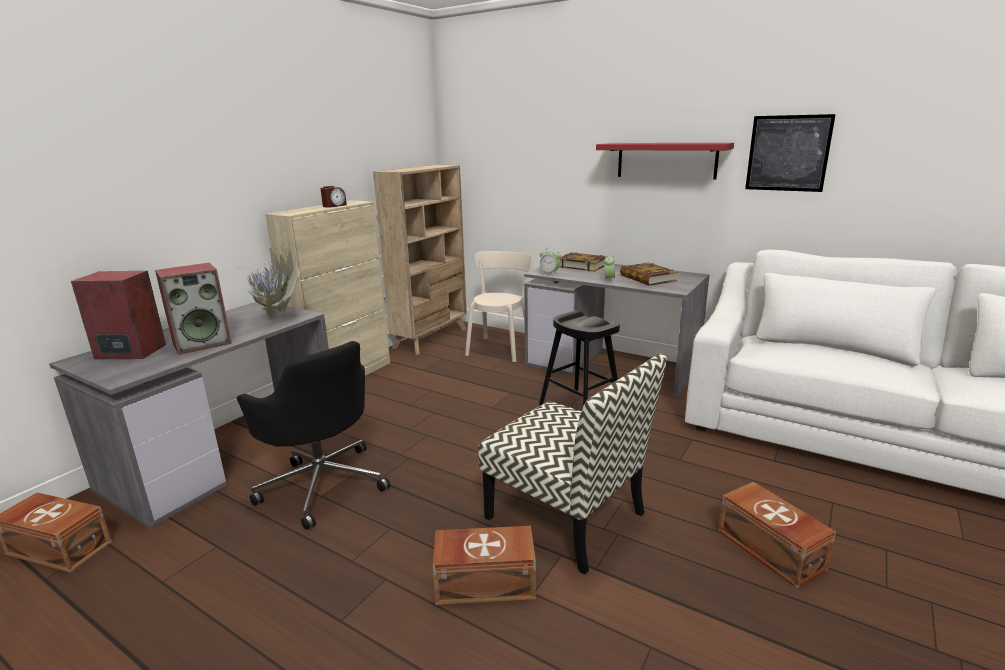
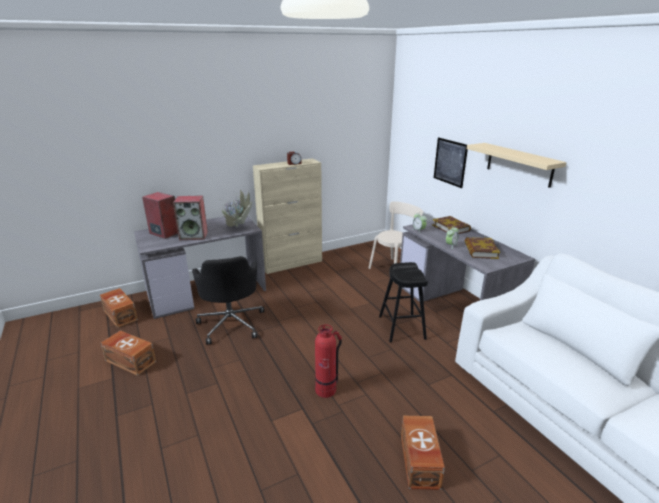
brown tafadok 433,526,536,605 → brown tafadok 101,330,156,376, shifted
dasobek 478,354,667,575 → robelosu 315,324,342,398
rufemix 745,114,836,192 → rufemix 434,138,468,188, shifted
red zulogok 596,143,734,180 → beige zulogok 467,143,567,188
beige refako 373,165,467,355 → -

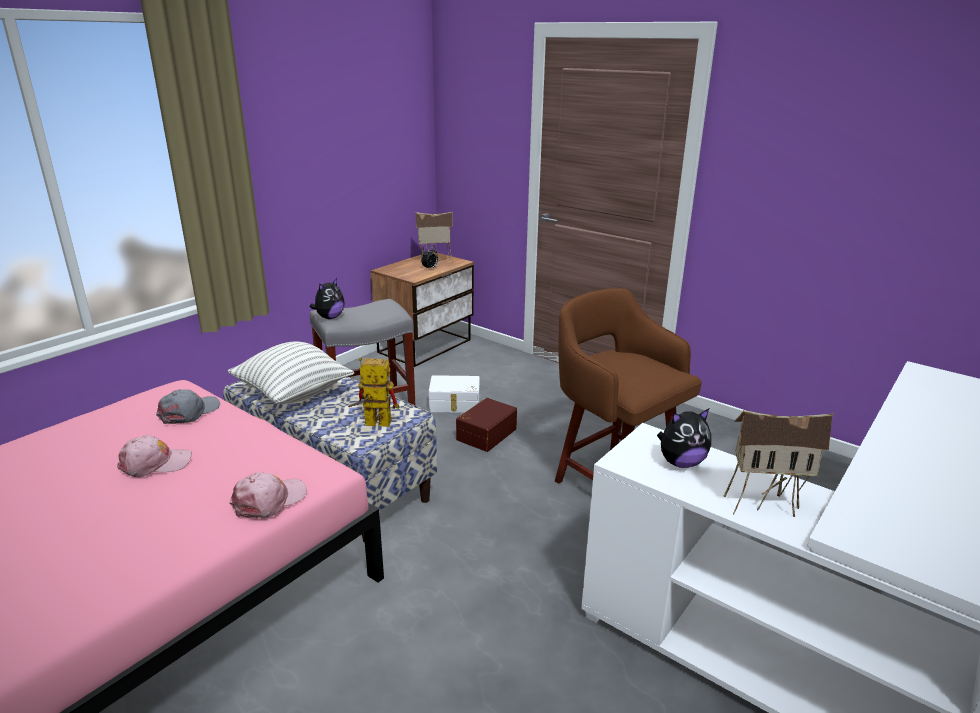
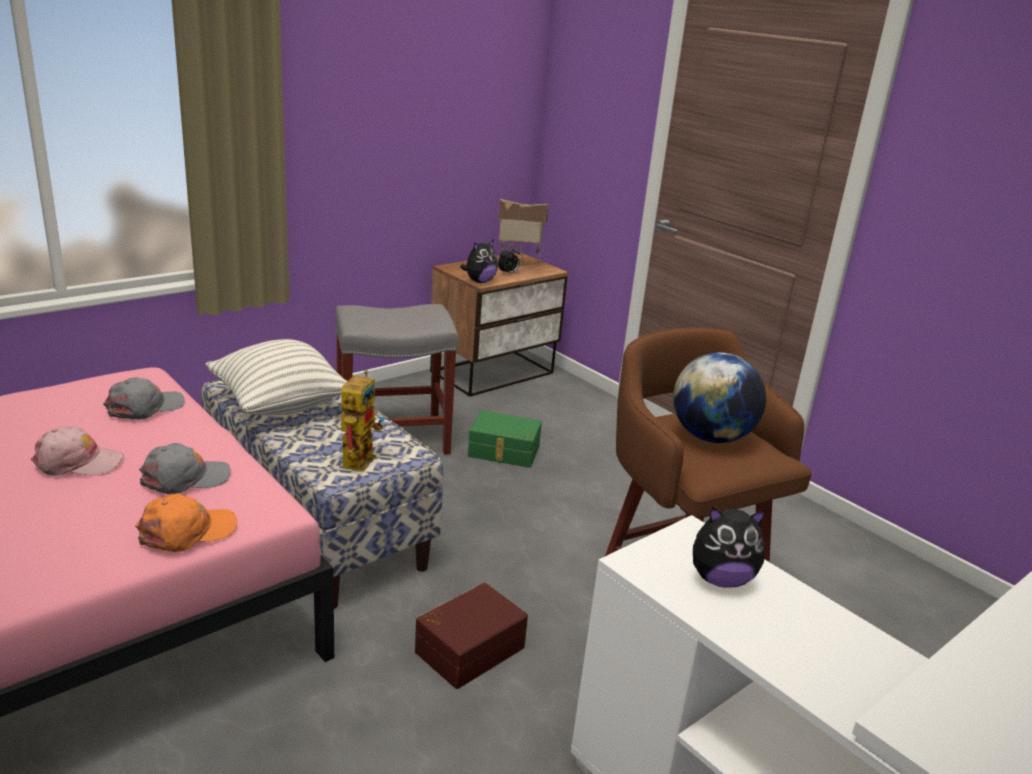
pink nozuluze 229,472,307,518 → orange nozuluze 135,493,237,552
- → grey nozuluze 139,443,231,494
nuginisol 348,357,399,427 → nuginisol 341,370,385,472, 90 degrees clockwise
brown tafadok 456,398,517,452 → brown tafadok 415,583,528,689, shifted
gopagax 310,278,345,319 → gopagax 460,239,498,283, shifted
white tafadok 429,375,480,413 → green tafadok 468,410,542,468
- → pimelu 673,352,766,443
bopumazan 724,410,834,517 → -

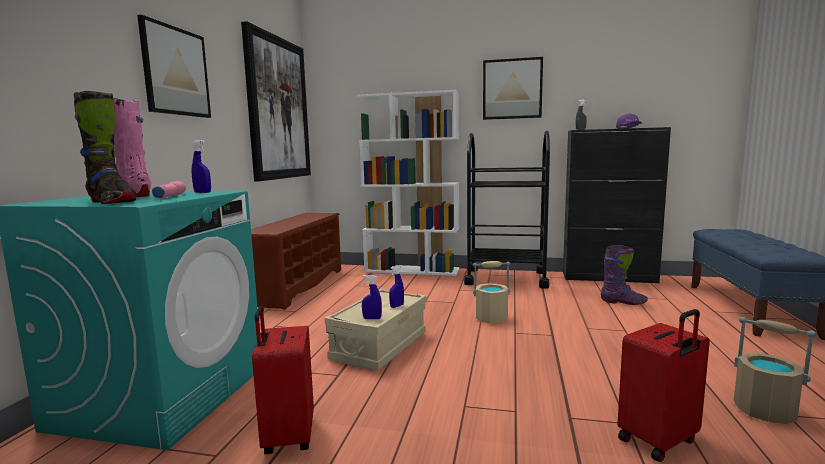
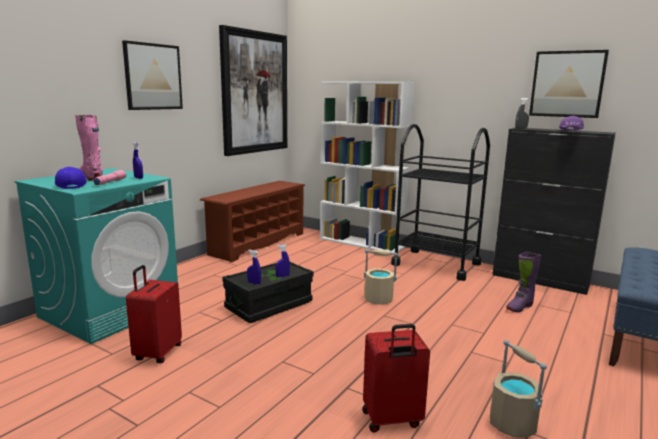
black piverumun 74,91,137,204 → blue nozuluze 55,167,87,189
beige tafadok 325,289,426,371 → black tafadok 222,262,313,323
purple piverumun 601,245,648,305 → purple piverumun 506,252,541,312, 105 degrees clockwise
rufemix 483,57,543,120 → rufemix 529,50,609,118, shifted

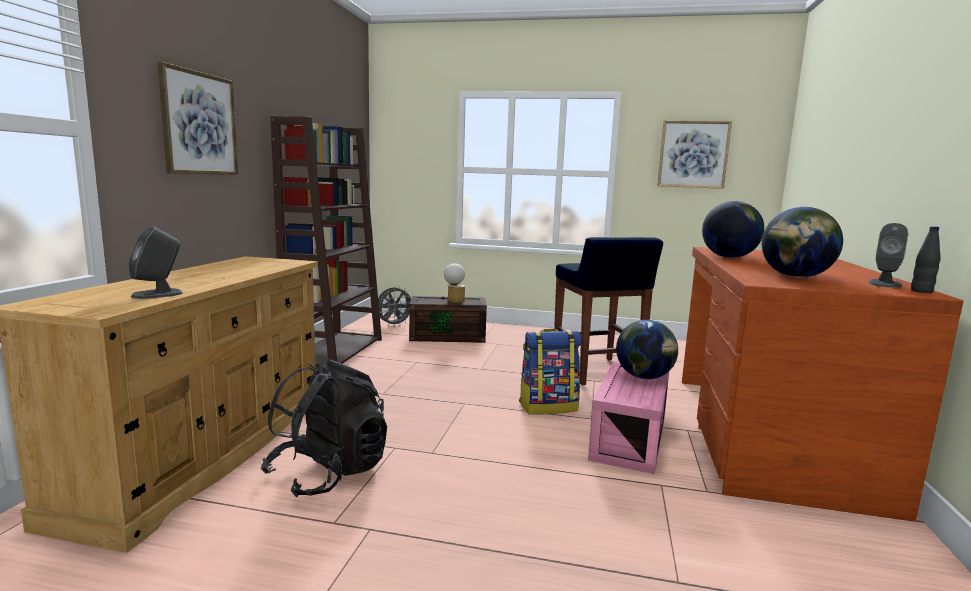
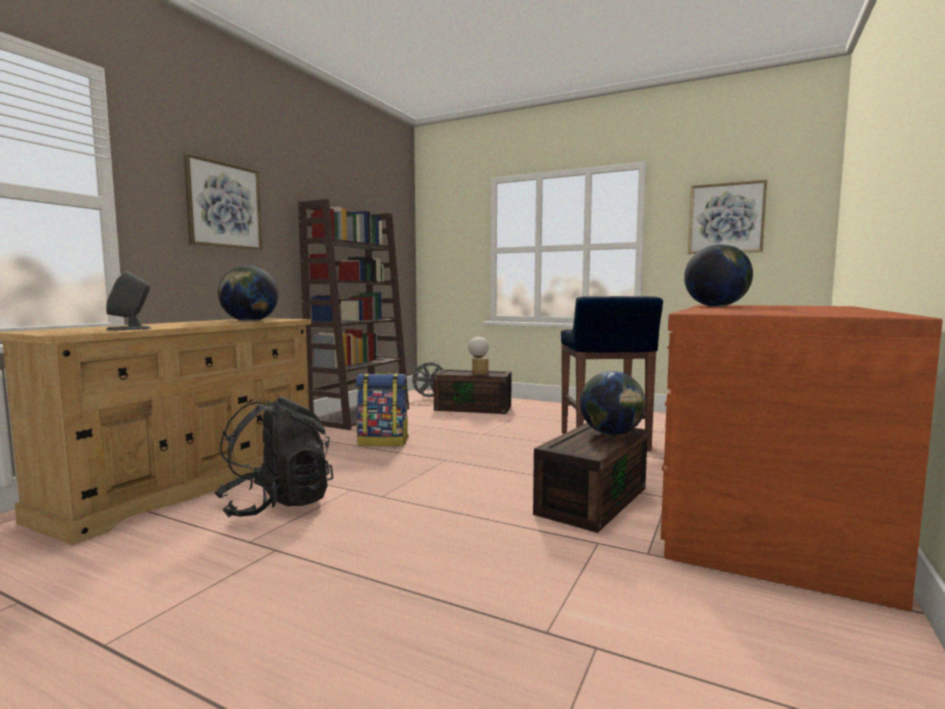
pimelu 762,207,843,278 → pimelu 218,265,278,321, shifted
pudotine 519,329,582,415 → pudotine 356,373,409,446, shifted
pink tafadok 588,362,669,474 → brown tafadok 533,423,648,533
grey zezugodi 868,223,908,288 → -
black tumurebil 911,226,941,293 → -

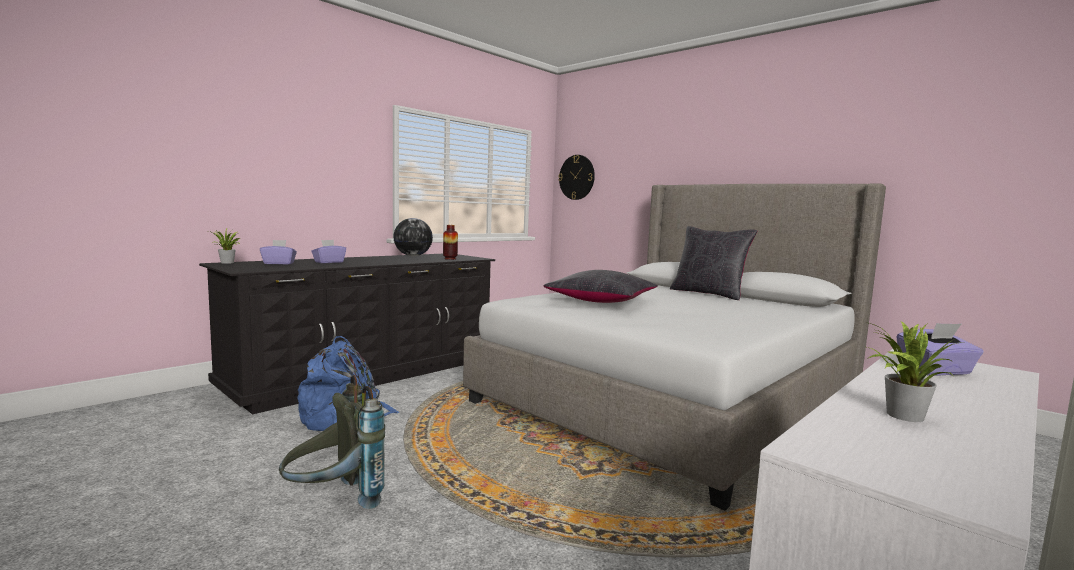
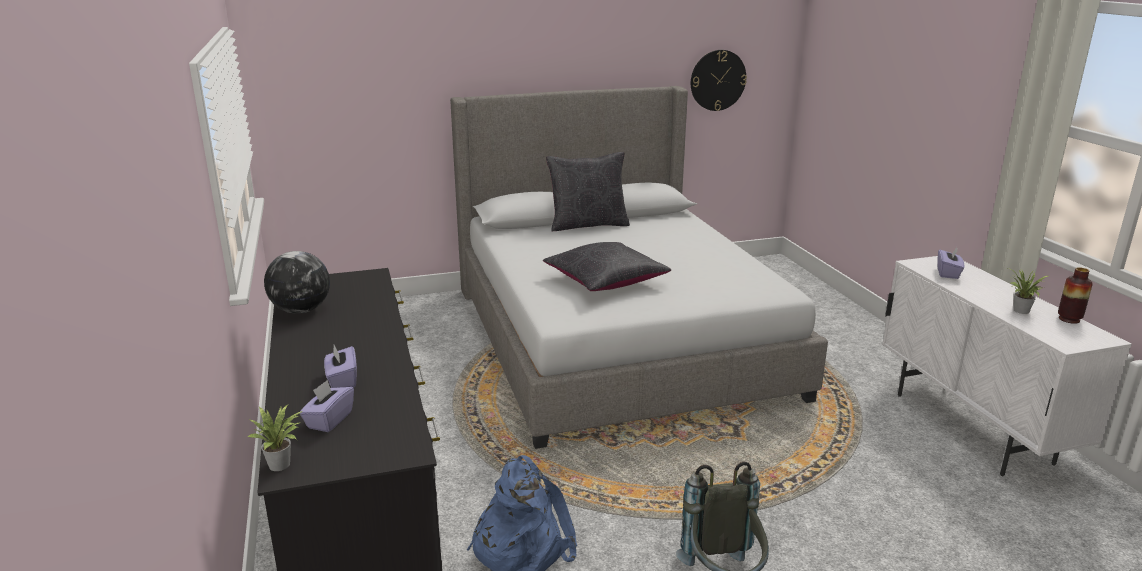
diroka 558,155,595,200 → diroka 691,50,747,111, shifted
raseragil 443,225,458,260 → raseragil 1058,267,1093,324, shifted

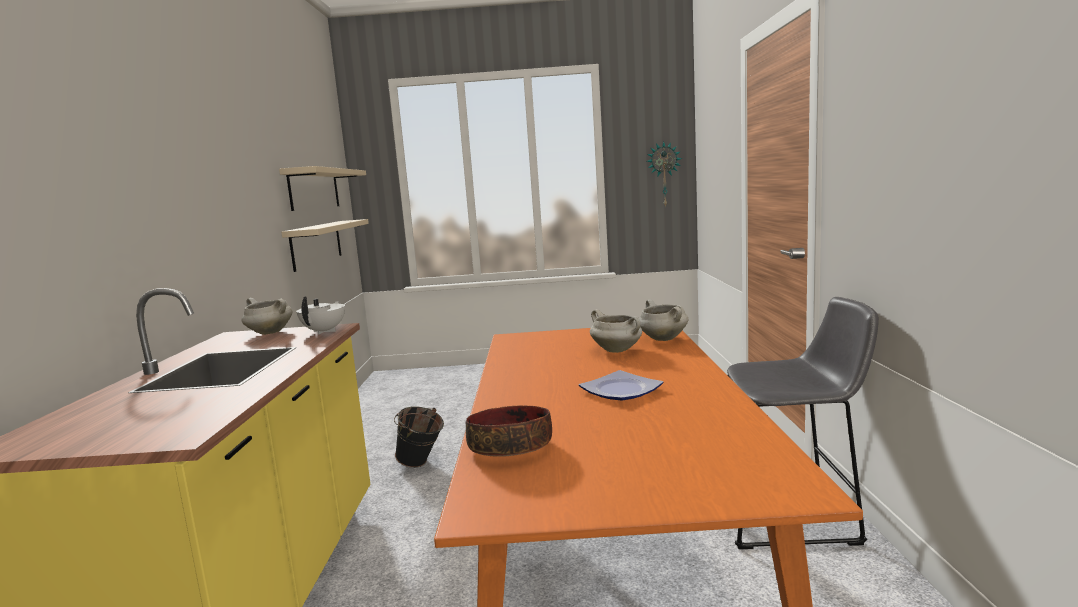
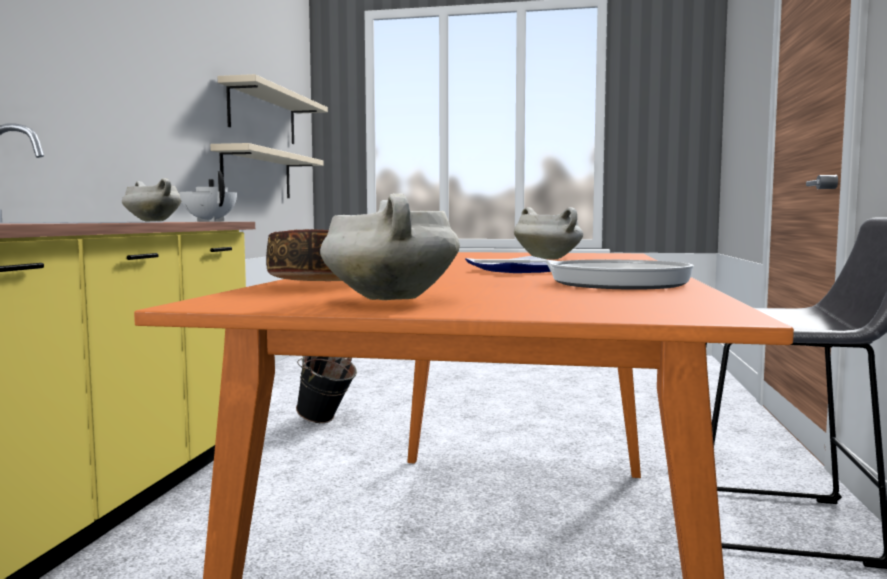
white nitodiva 296,297,345,335 → white nitodiva 180,171,237,221, 60 degrees counterclockwise
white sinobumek 639,299,689,341 → white sinobumek 320,193,460,300, shifted
- → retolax 474,259,694,290
diroka 647,142,682,208 → -

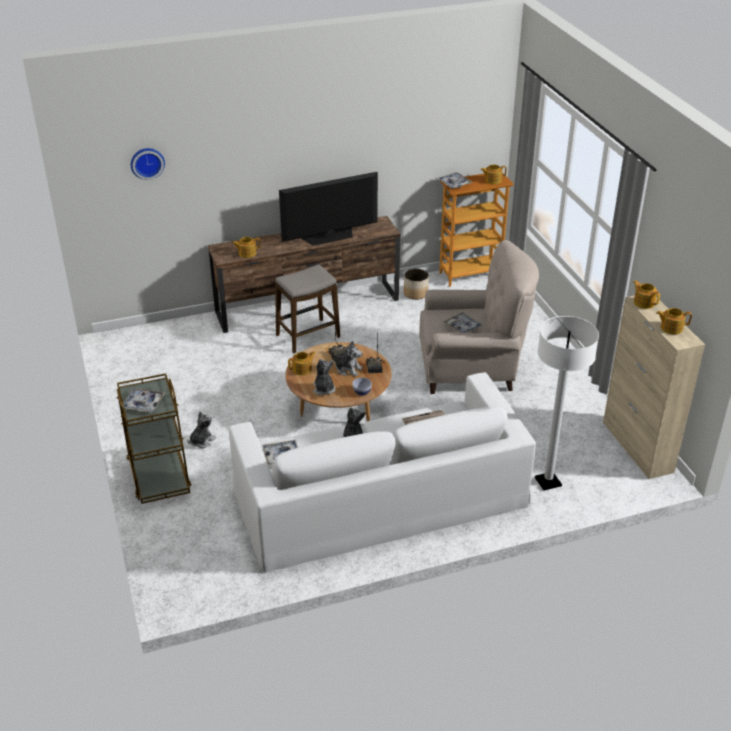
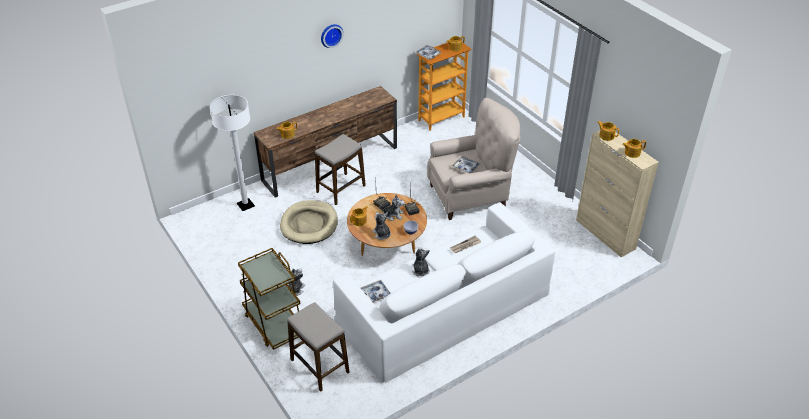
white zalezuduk 535,316,599,491 → white zalezuduk 210,95,255,211, shifted
- → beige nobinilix 280,200,338,244
- → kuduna 287,302,350,392
diroka 131,148,165,180 → diroka 321,24,344,48, shifted
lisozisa 123,388,165,413 → -
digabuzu 279,172,378,246 → -
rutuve 404,269,429,300 → -

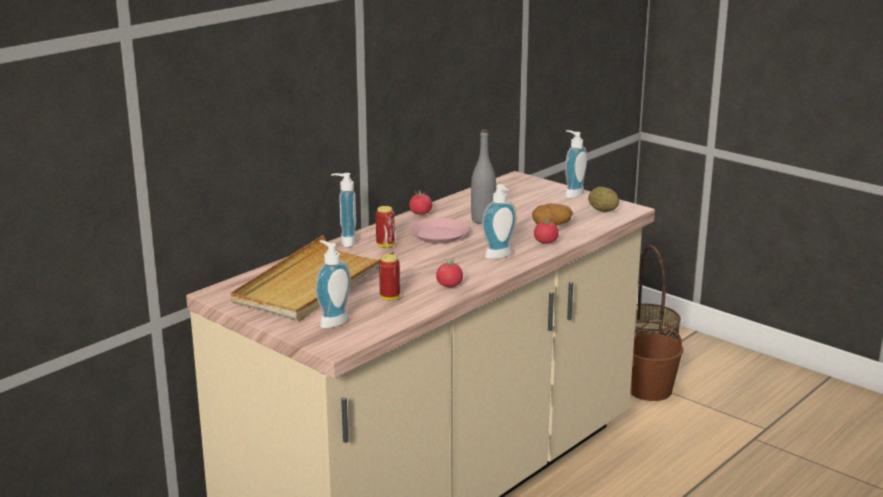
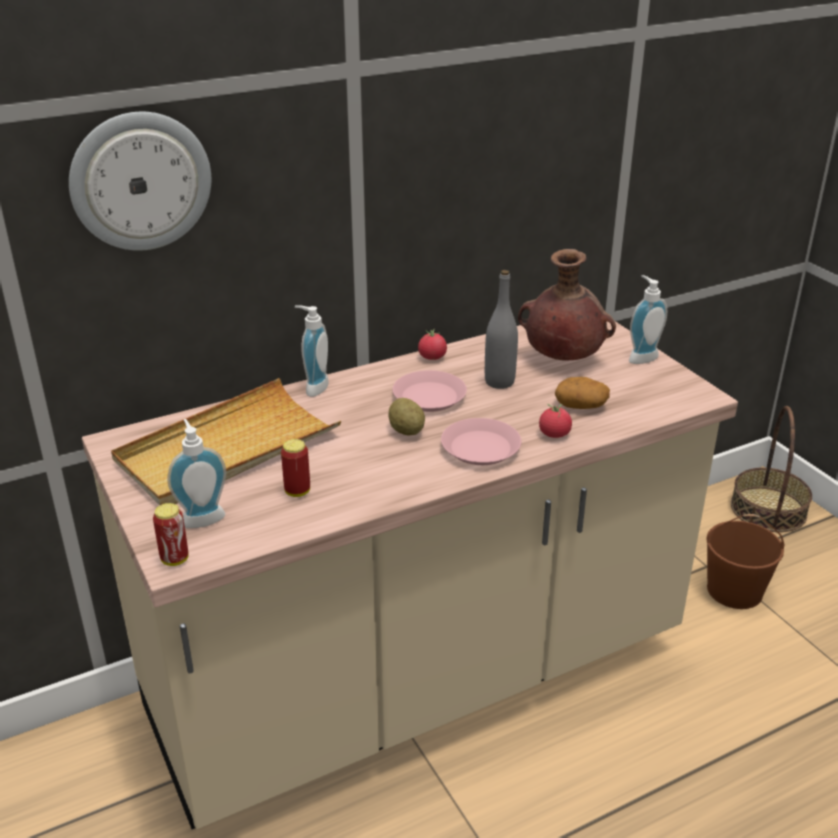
- → diroka 69,112,211,251
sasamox 376,206,395,248 → sasamox 153,503,188,566, shifted
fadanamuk 588,187,619,212 → fadanamuk 389,398,425,435, shifted
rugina 482,184,516,259 → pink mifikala 441,418,521,465
- → brown raseragil 518,249,616,361
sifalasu 436,259,463,287 → -

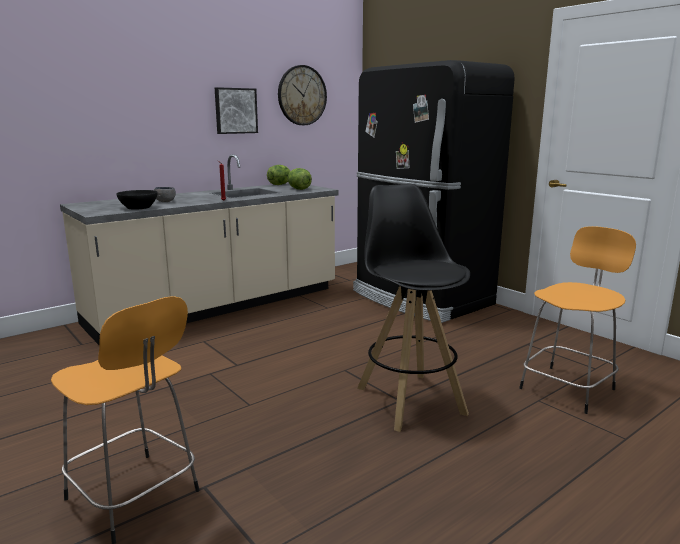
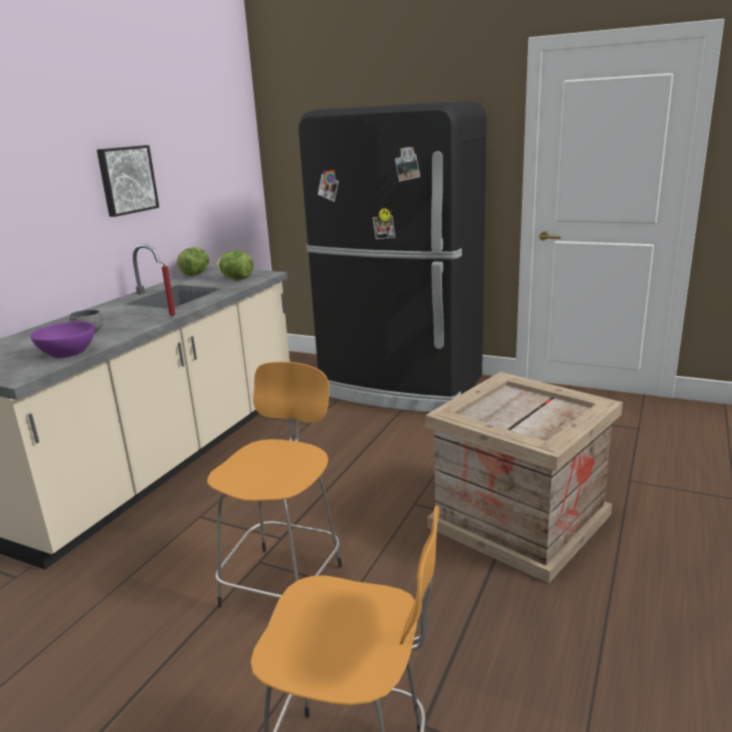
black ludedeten 116,190,157,210 → purple ludedeten 30,321,95,358
orange kuduna 519,226,636,414 → orange kuduna 207,362,342,608, shifted
black kuduna 357,183,470,432 → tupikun 426,372,623,583
diroka 278,65,327,125 → -

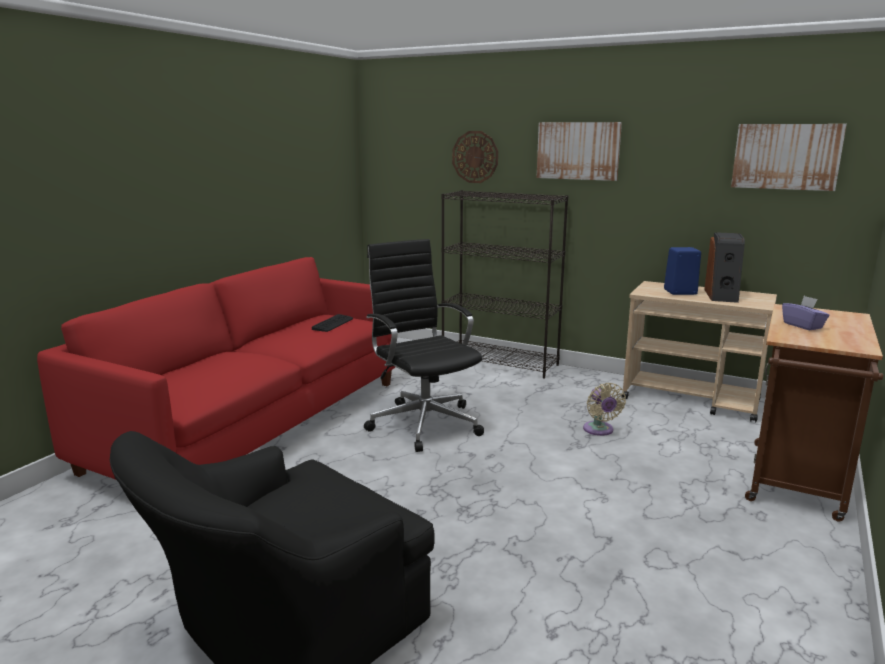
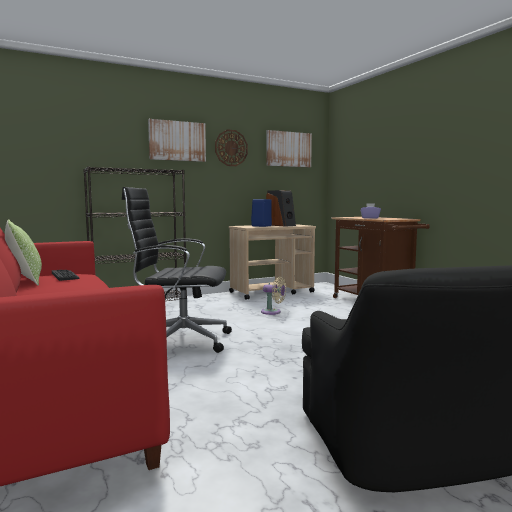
- → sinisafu 5,219,42,286
diroka 452,131,498,183 → diroka 215,129,248,166, shifted

